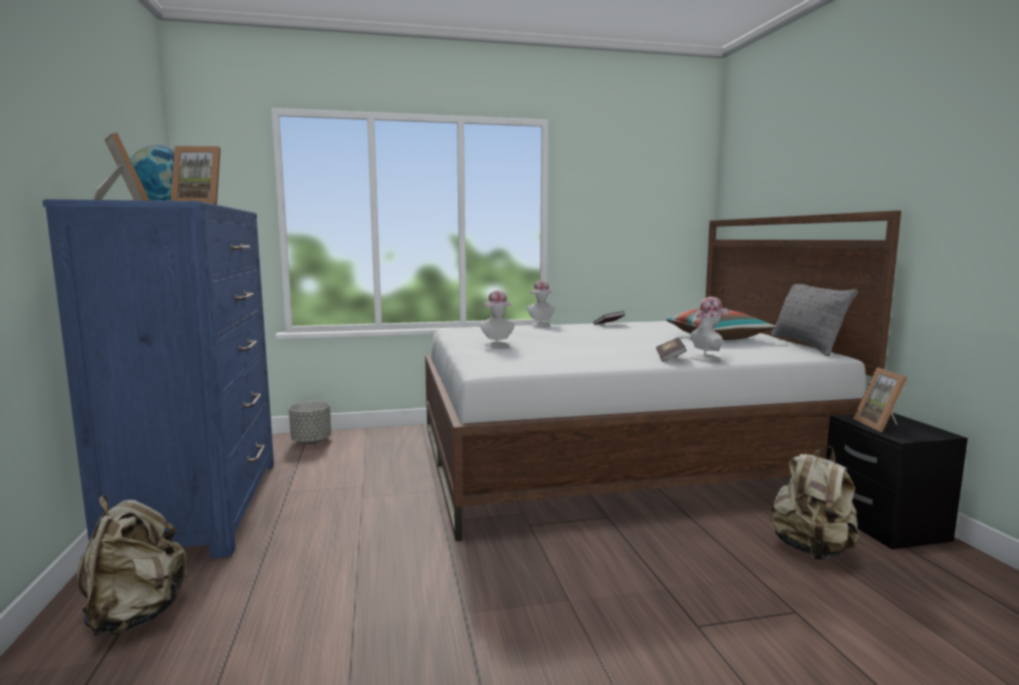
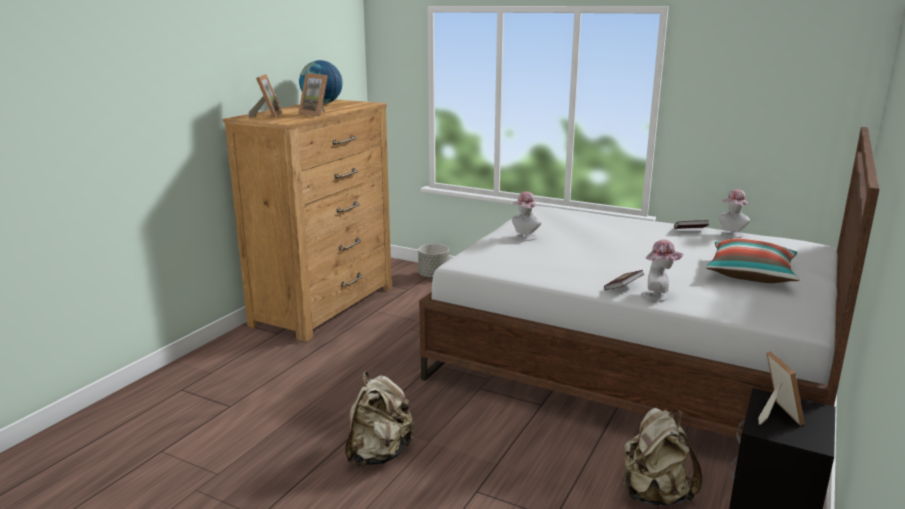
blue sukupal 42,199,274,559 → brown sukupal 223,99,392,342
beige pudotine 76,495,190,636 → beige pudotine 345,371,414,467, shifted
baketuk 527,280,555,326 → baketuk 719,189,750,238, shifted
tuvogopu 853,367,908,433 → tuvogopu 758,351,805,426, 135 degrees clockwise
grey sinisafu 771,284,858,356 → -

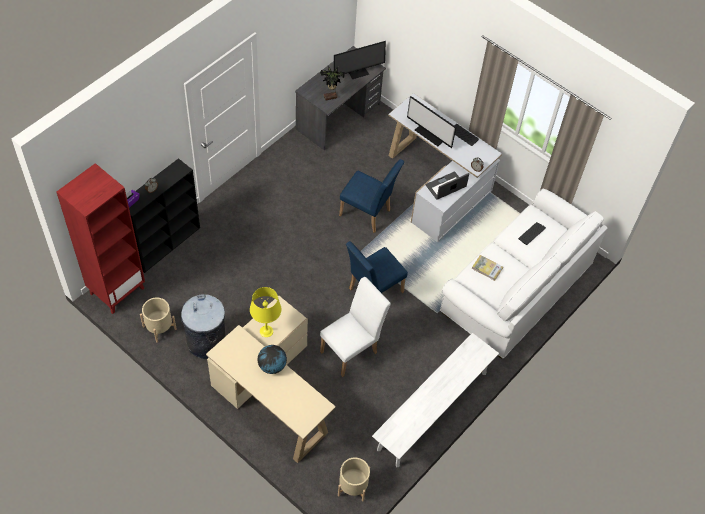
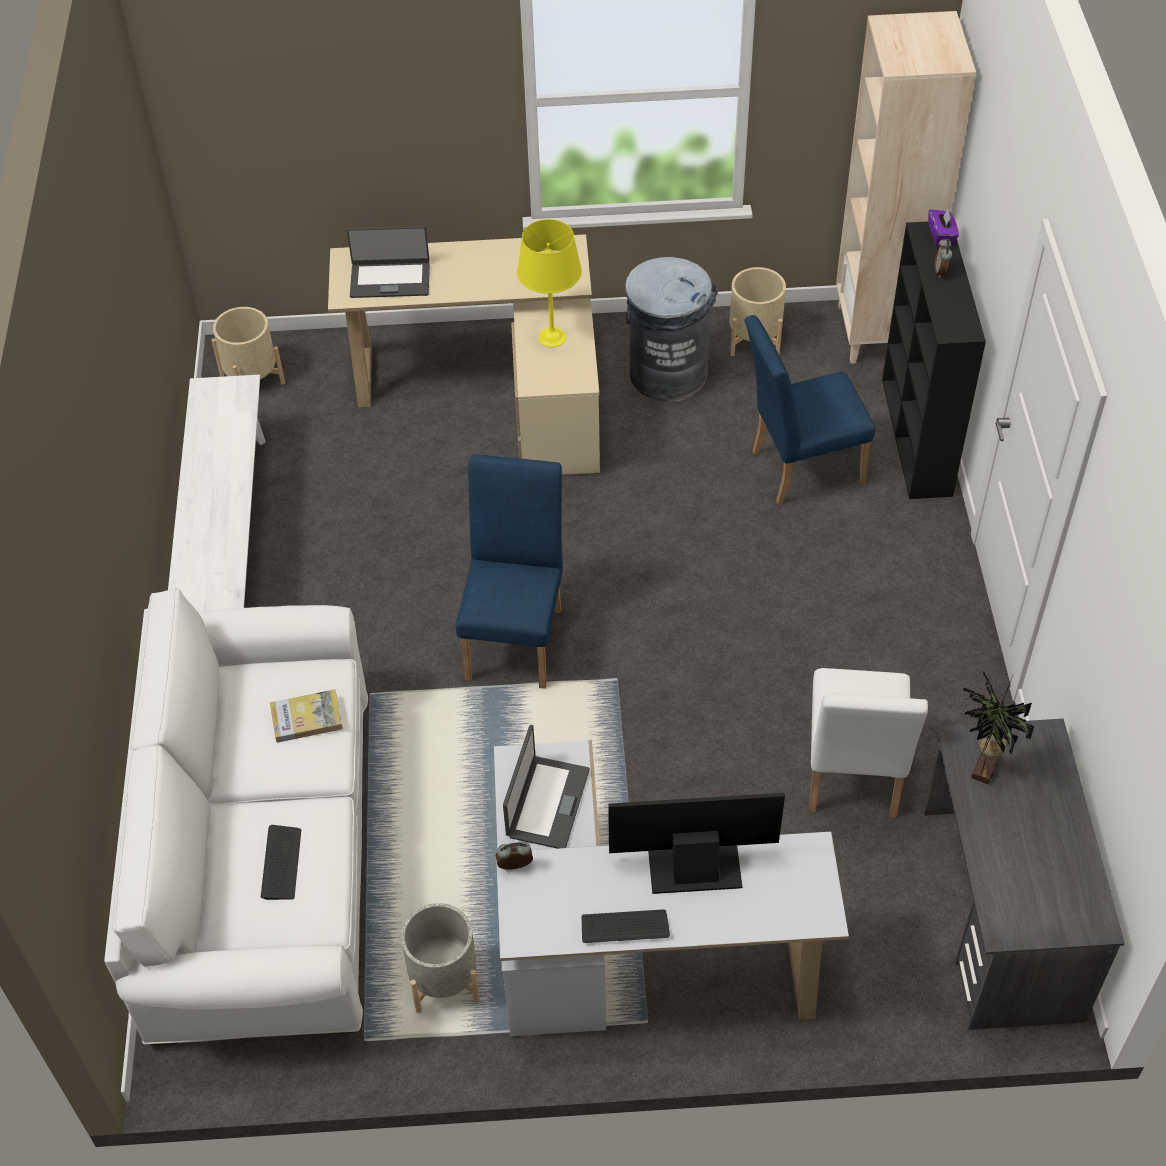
- → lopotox 347,226,430,298
- → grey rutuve 401,903,480,1013
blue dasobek 339,159,404,233 → blue dasobek 744,315,875,505, shifted
white dasobek 320,277,390,377 → white dasobek 809,668,928,818, shifted
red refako 56,163,145,314 → beige refako 836,11,976,364
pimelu 258,345,287,374 → -
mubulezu 334,41,386,79 → -

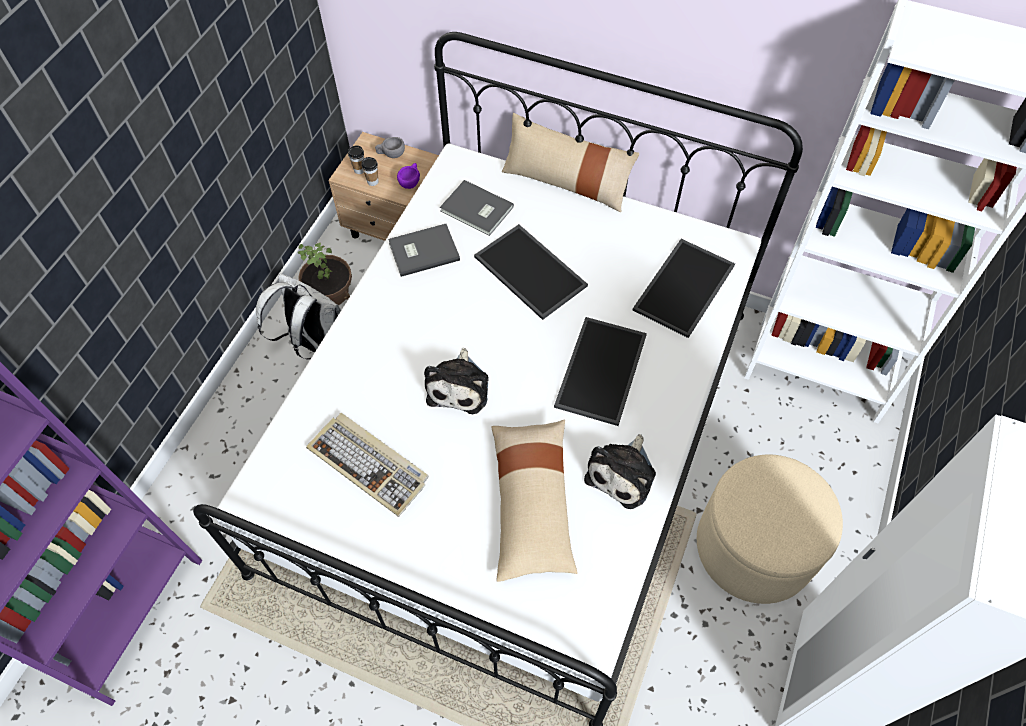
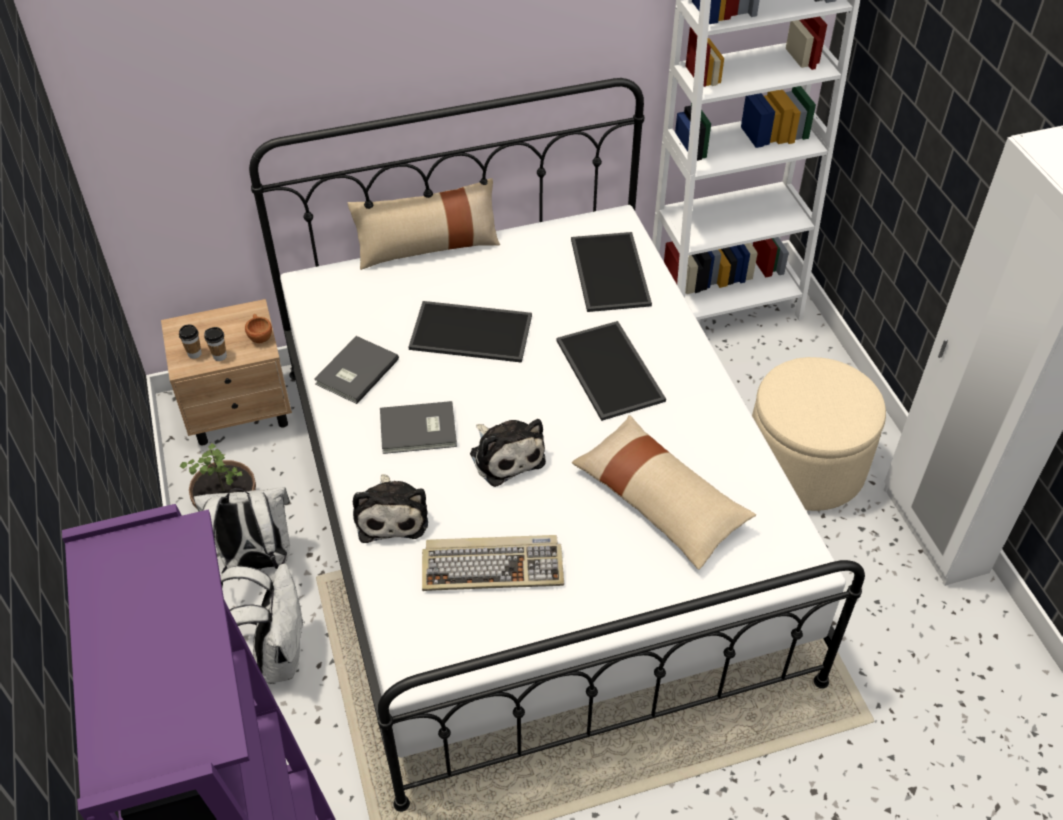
- → white pudotine 220,563,305,683
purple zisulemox 397,163,420,189 → brown zisulemox 245,314,272,343
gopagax 584,434,656,509 → gopagax 353,474,428,543, shifted
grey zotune 440,180,514,236 → grey zotune 380,401,457,454, shifted
grey zisulemox 375,137,405,158 → -

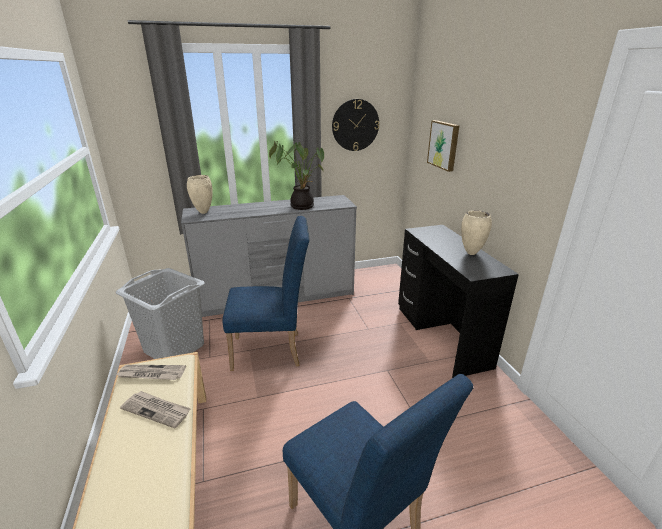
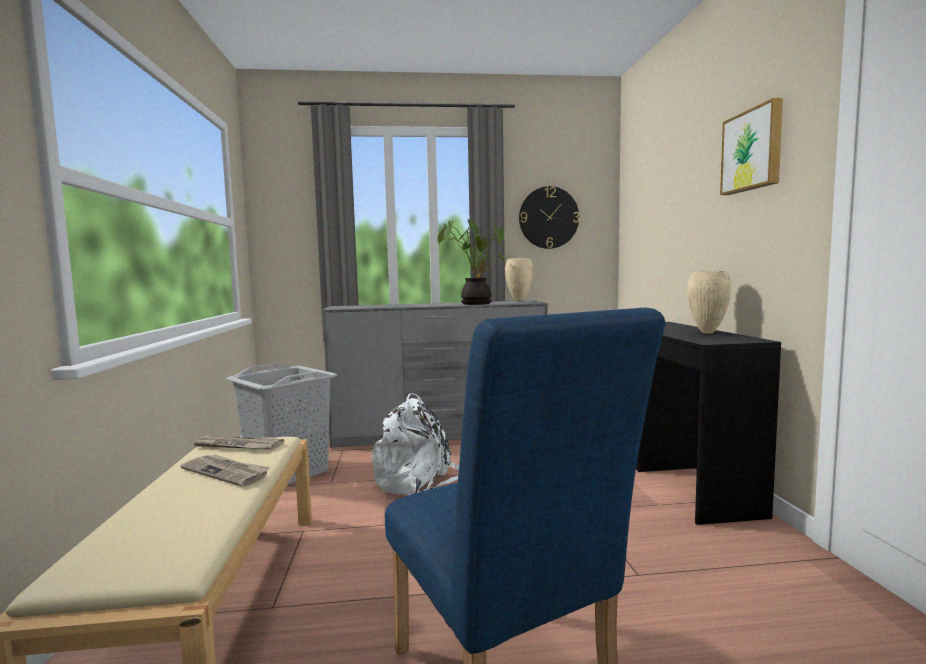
blue dasobek 222,216,309,371 → white pudotine 372,393,459,495
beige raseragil 187,175,213,214 → beige raseragil 505,258,533,301, shifted
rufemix 427,120,460,172 → rufemix 720,98,783,195, shifted

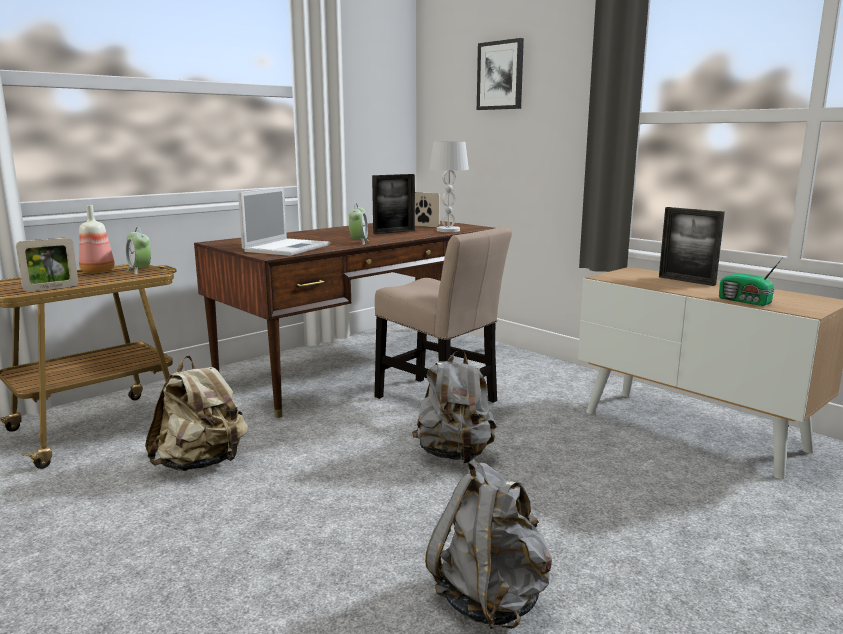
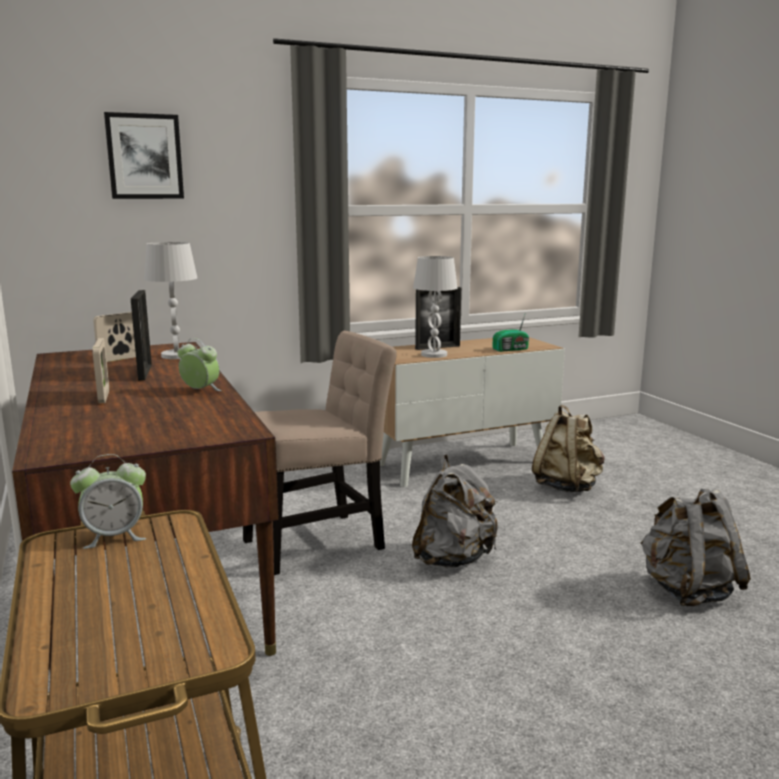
tuvogopu 16,238,78,292 → tuvogopu 92,338,109,404, shifted
- → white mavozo 413,256,457,358
beige pudotine 145,356,248,471 → beige pudotine 532,405,604,492, shifted
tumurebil 79,205,115,273 → -
lopotox 238,187,331,256 → -

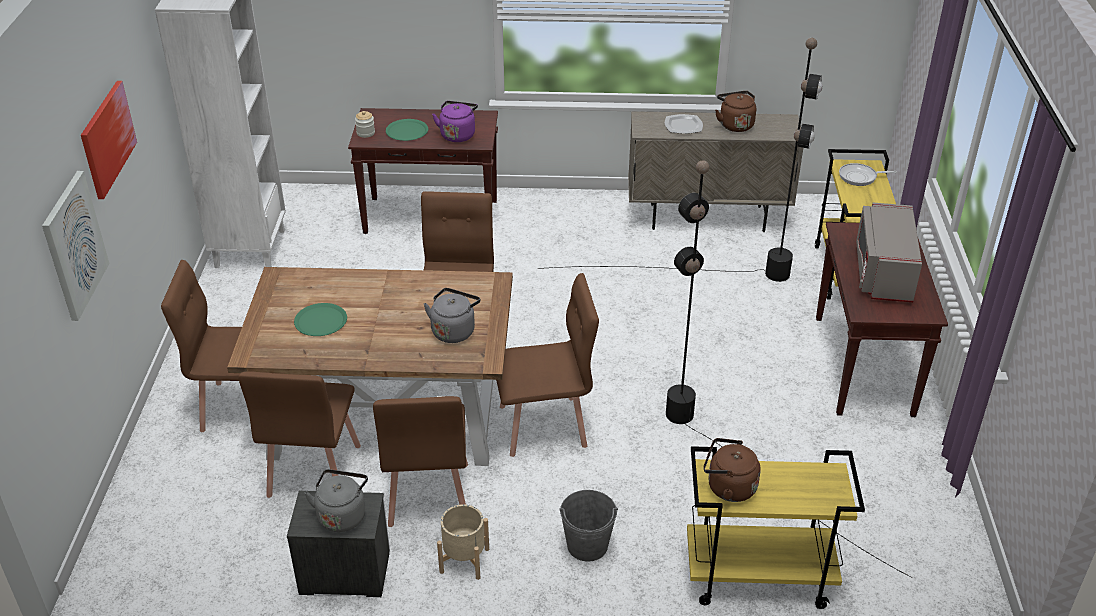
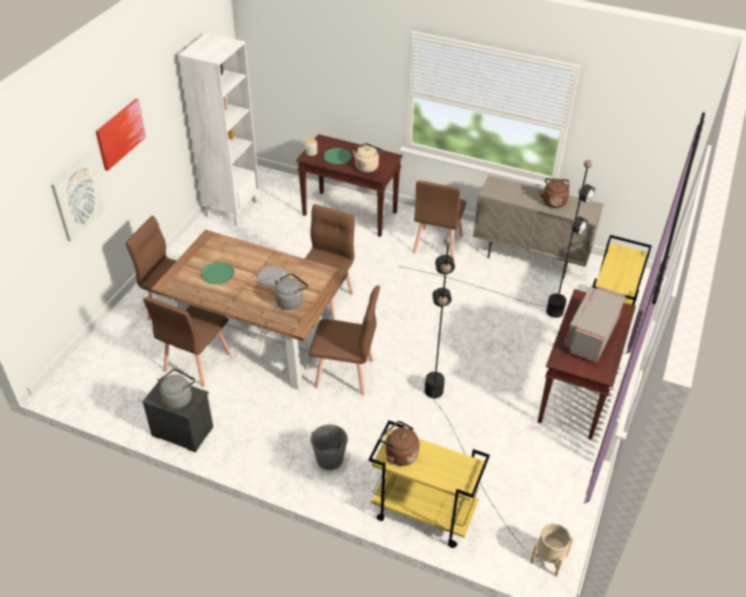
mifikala 665,114,703,134 → mifikala 257,266,289,287, shifted
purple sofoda 432,101,478,142 → beige sofoda 353,143,383,173
brown dasobek 373,396,468,527 → brown dasobek 413,181,466,259, shifted
beige rutuve 437,504,489,580 → beige rutuve 530,523,573,577, shifted
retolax 839,163,897,186 → -

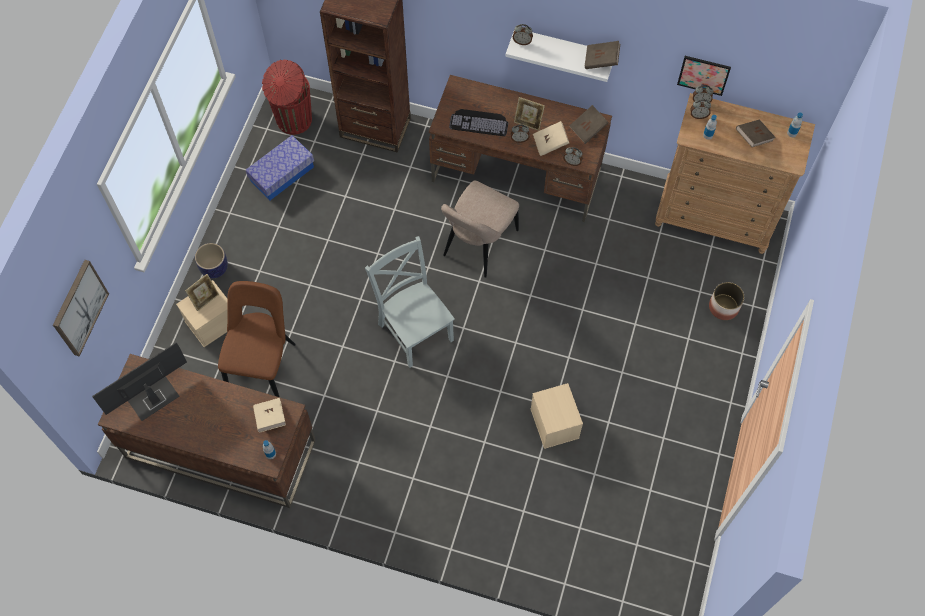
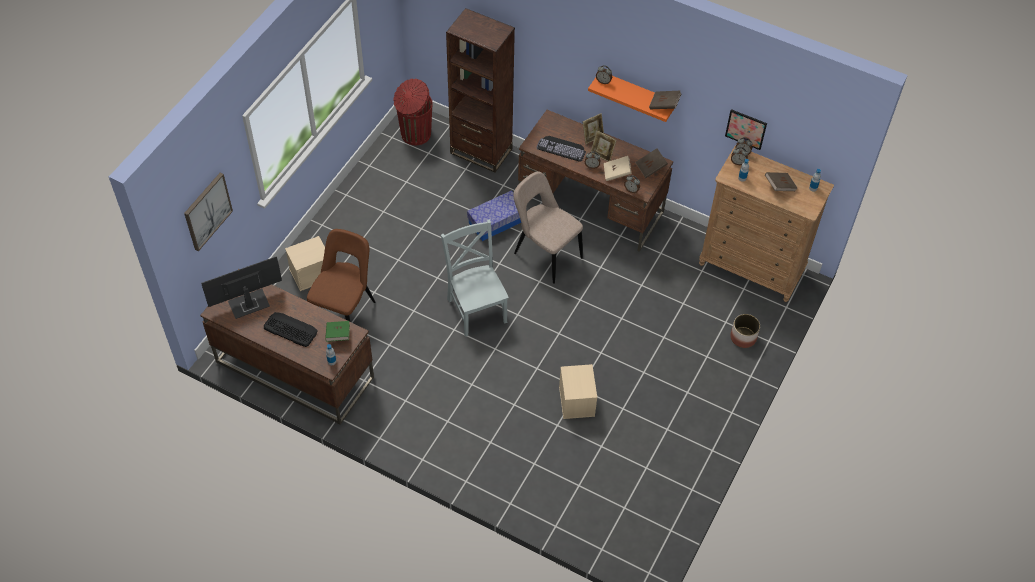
- → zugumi 264,312,318,347
beige zotune 253,398,286,433 → green zotune 325,321,350,342
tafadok 246,135,314,200 → tafadok 467,190,521,241, shifted
beige dasobek 441,180,519,278 → beige dasobek 513,171,583,284, 90 degrees clockwise
tuvogopu 185,274,219,311 → tuvogopu 583,113,604,144, shifted
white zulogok 506,32,612,82 → orange zulogok 588,76,674,122
rutuve 195,243,228,278 → -

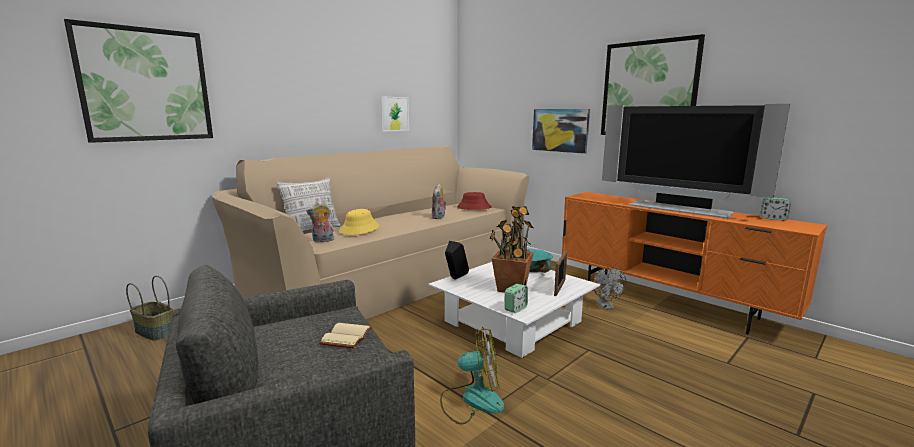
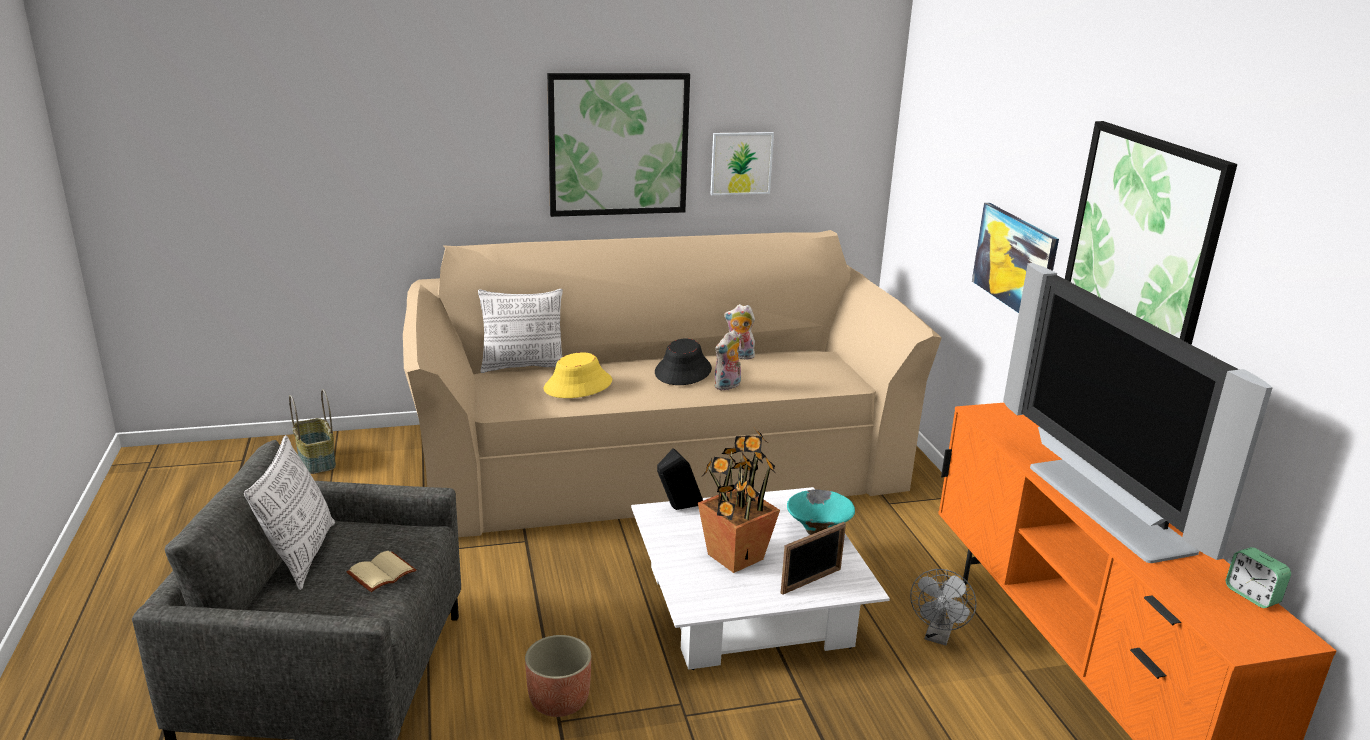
- → sinisafu 244,435,335,590
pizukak 440,327,504,424 → rutuve 525,635,591,717
rufemix 64,19,213,143 → rufemix 547,73,690,217, shifted
- → black baketuk 655,338,712,385
gopagax 306,201,334,242 → gopagax 724,304,755,360, shifted
red baketuk 457,192,492,210 → -
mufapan 505,284,528,313 → -

